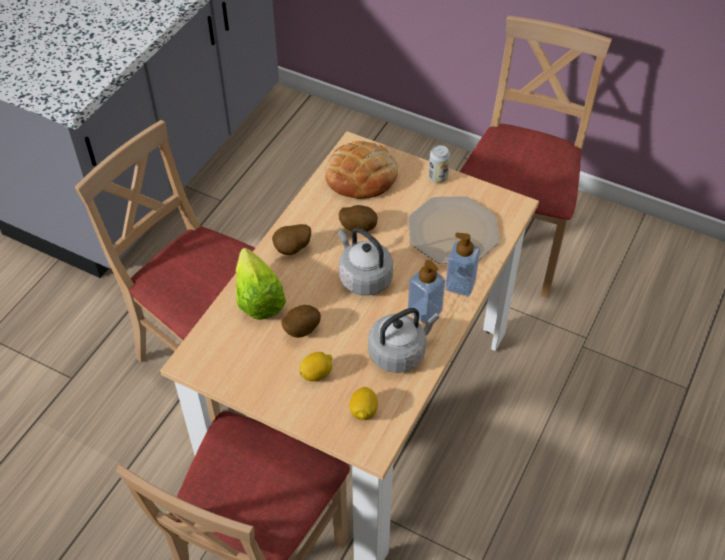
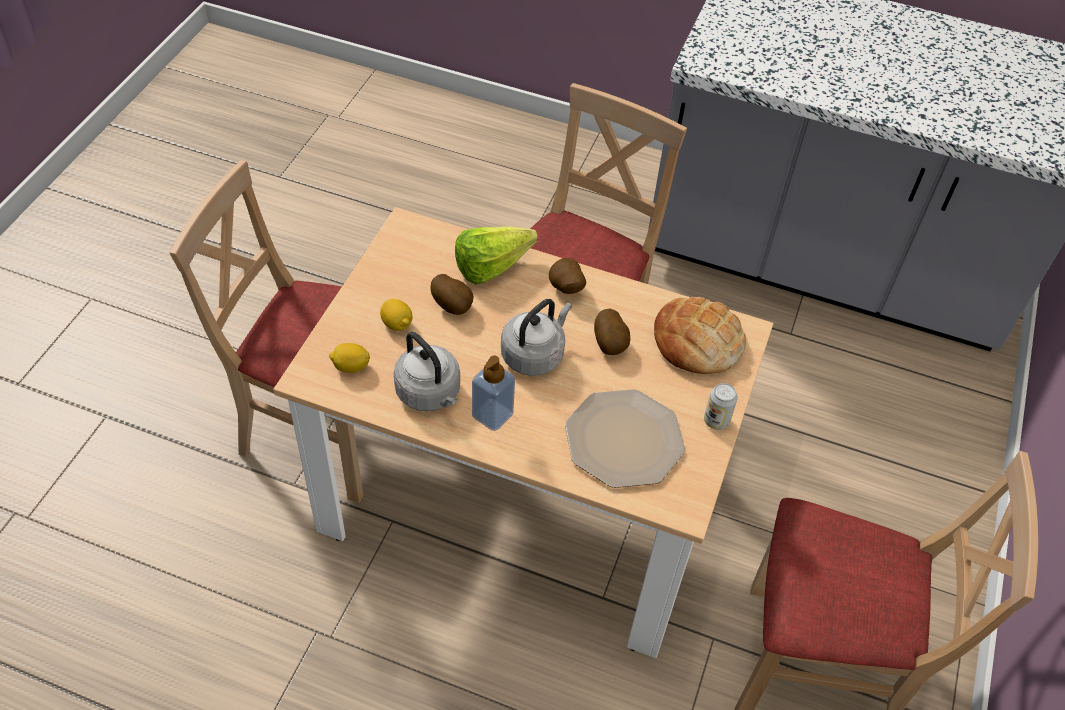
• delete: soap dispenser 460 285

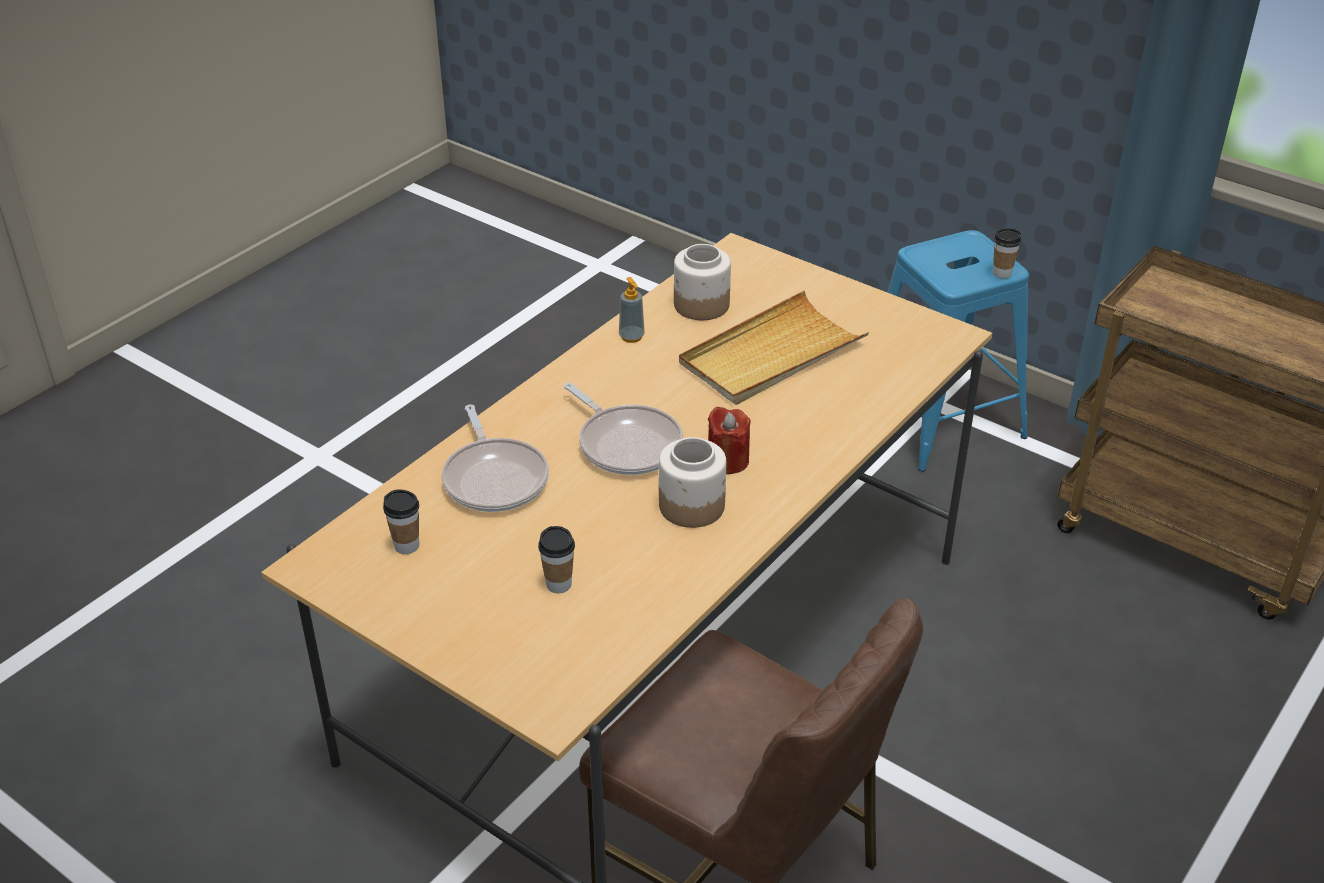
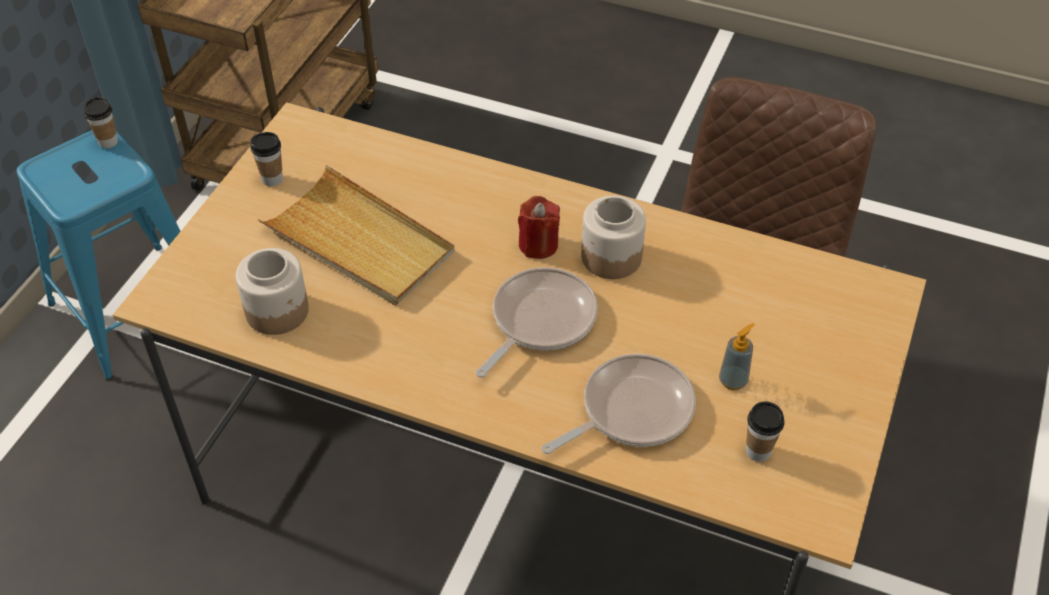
• move: cup 558 584 to 272 179
• move: soap dispenser 631 337 to 733 380

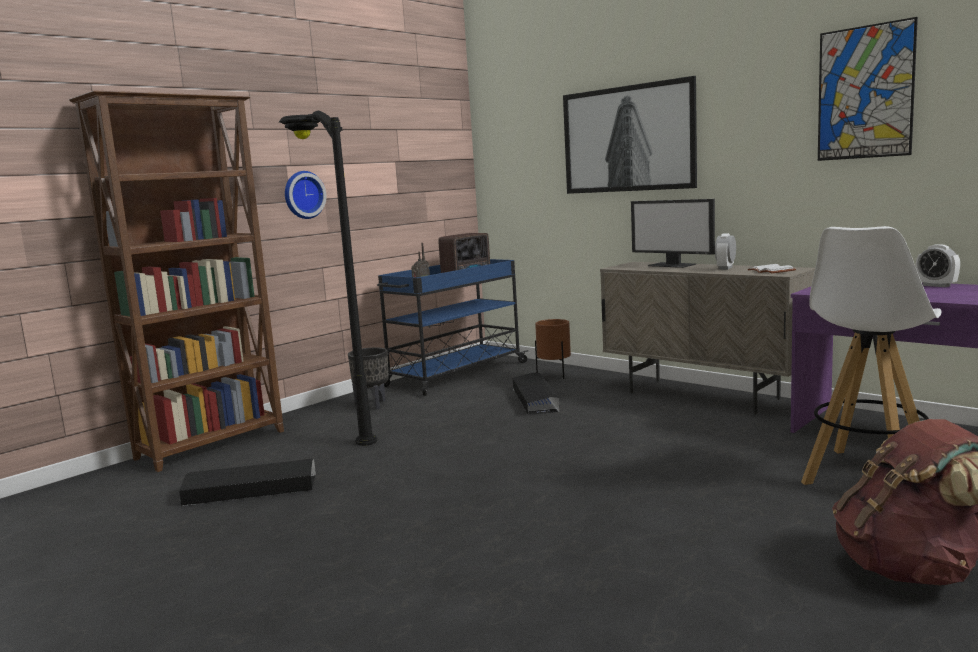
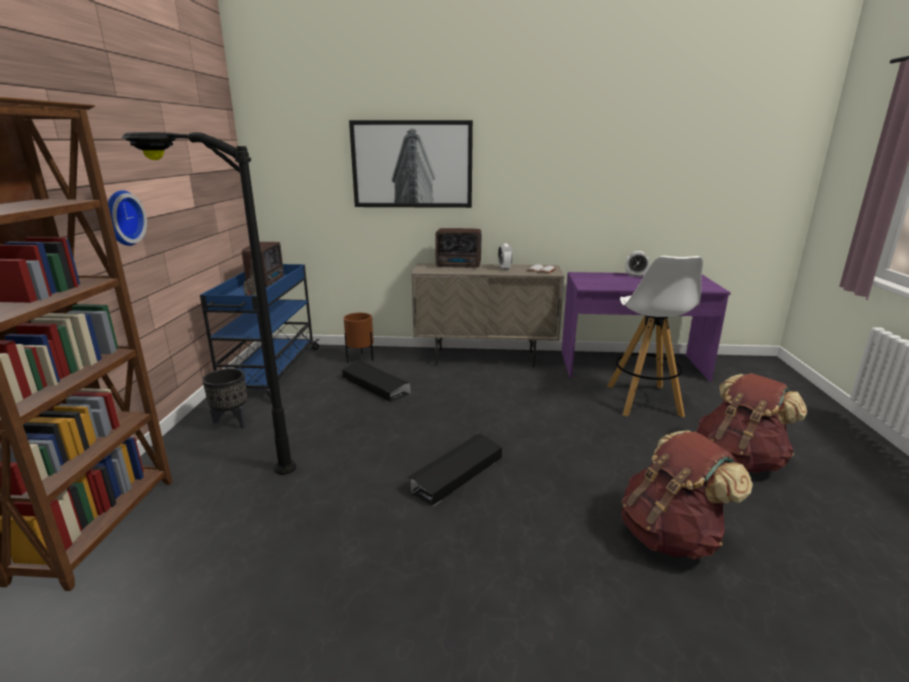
• move: storage box (black) 250 490 to 456 474
• replace: monitor 673 265 to radio 459 266
• insert: backpack (brown) 671 536
• delete: picture 865 92

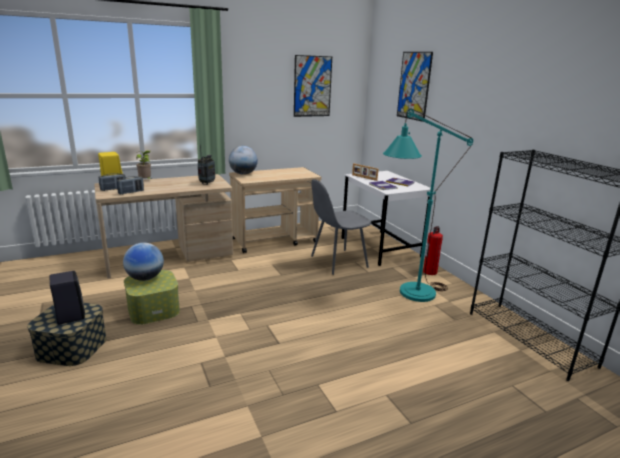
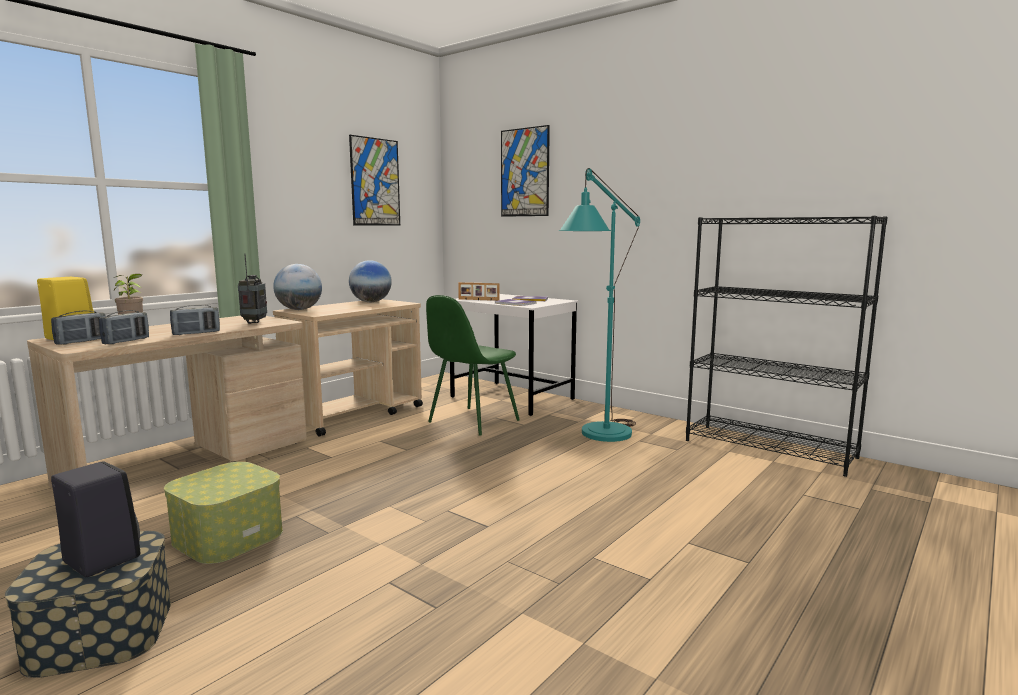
• insert: radio 196 333
• move: globe 145 278 to 371 302
• recolor: chair (grey) 337 262 to chair (green) 472 422
• delete: fire extinguisher 430 271

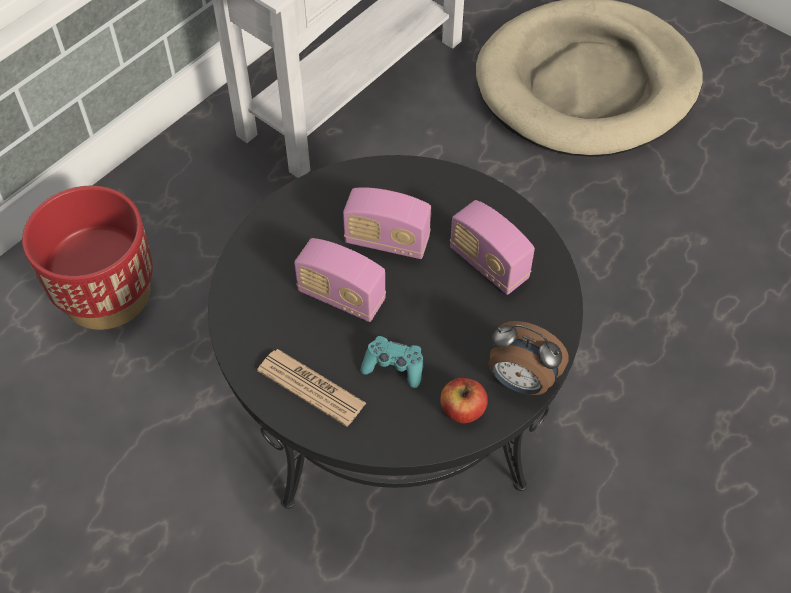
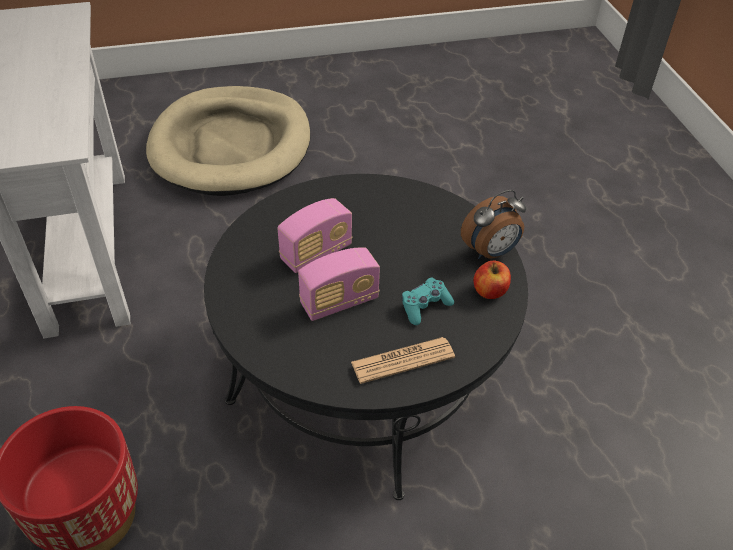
• delete: radio 488 264

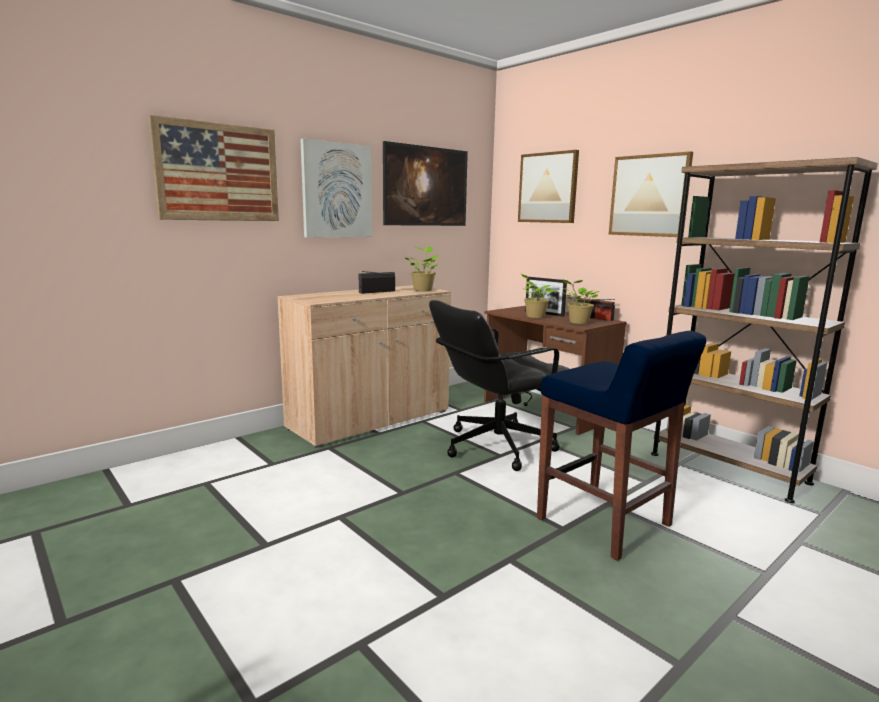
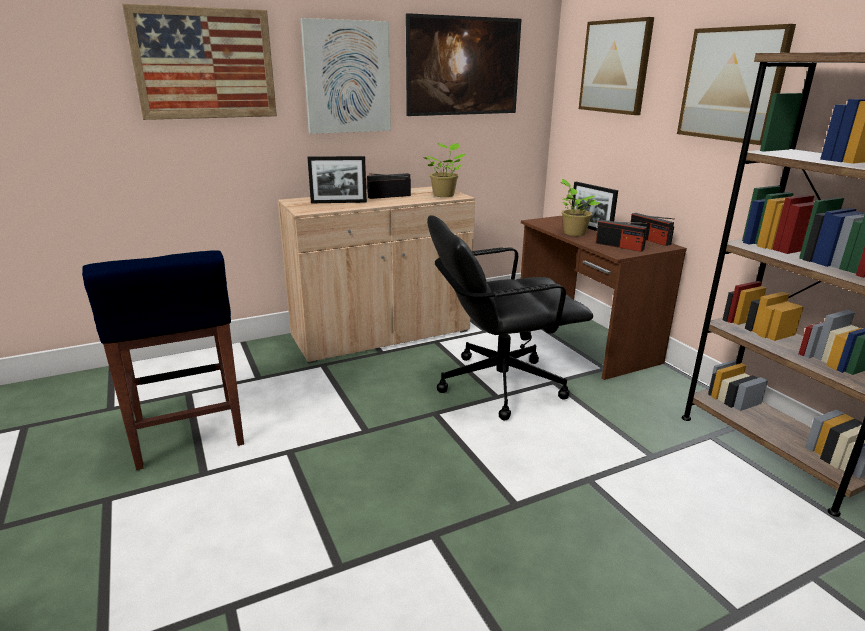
• move: stool (blue) 605 523 to 188 433
• insert: picture frame 339 202
• replace: potted plant 577 322 to radio 619 246

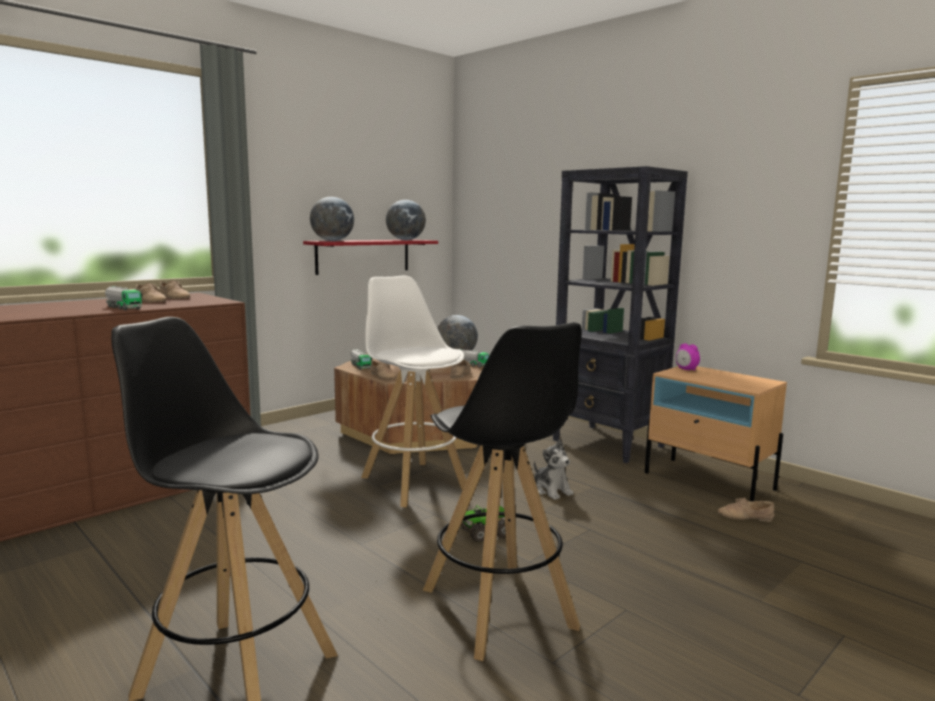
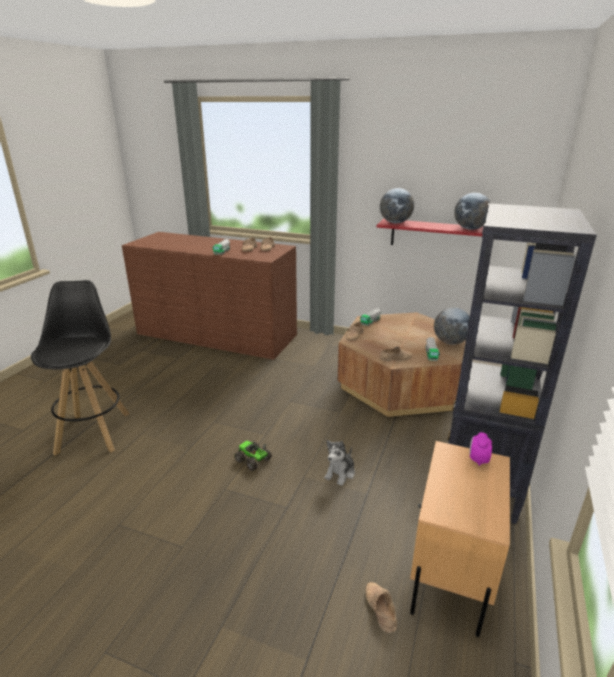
• delete: stool (white) 413 482
• delete: stool (black) 499 609

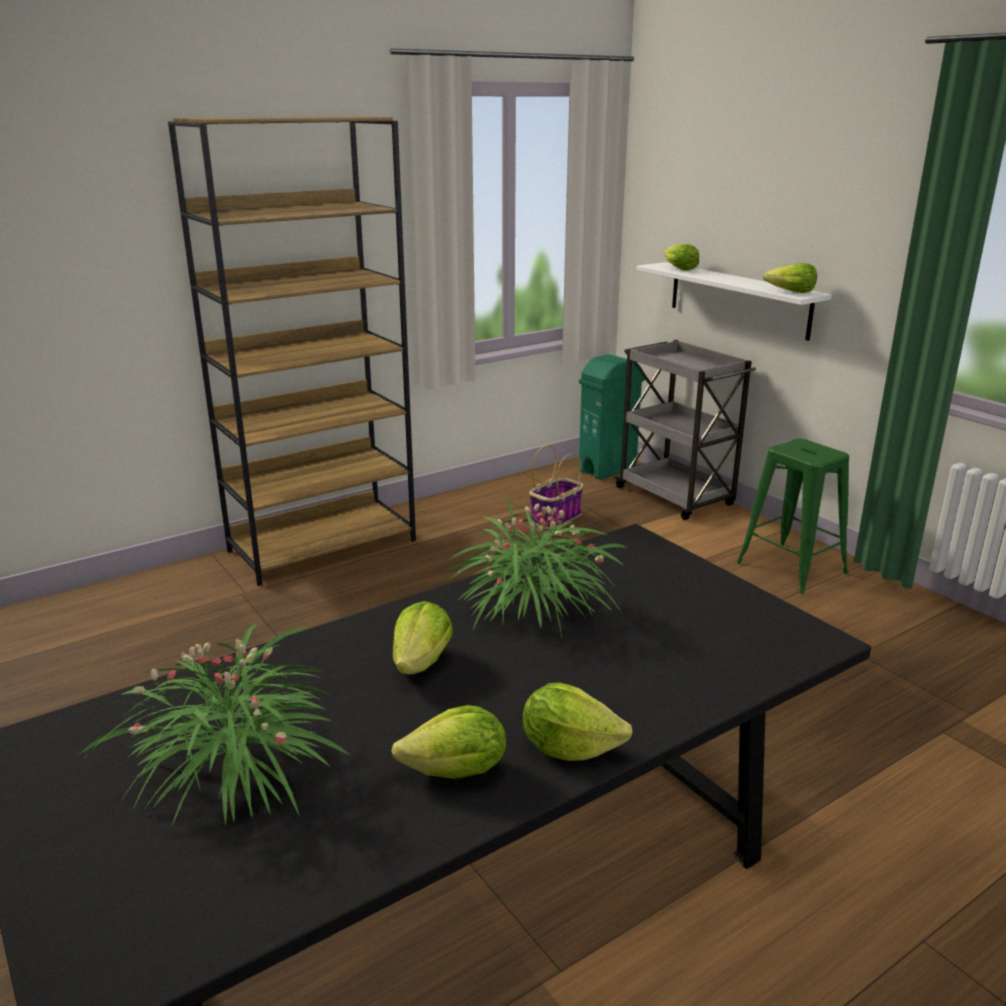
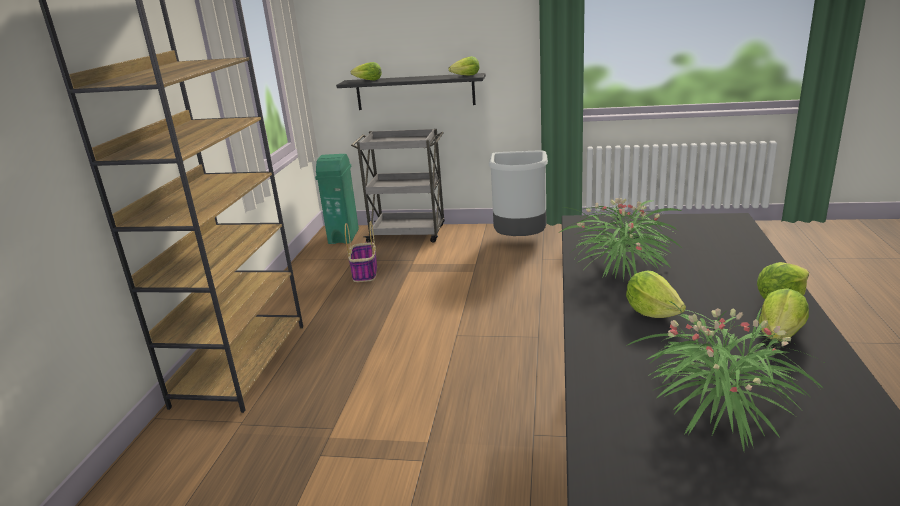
• recolor: shelf (white) 738 299 to shelf (black) 415 92
• replace: stool (green) 790 567 to trash can (grey) 520 240

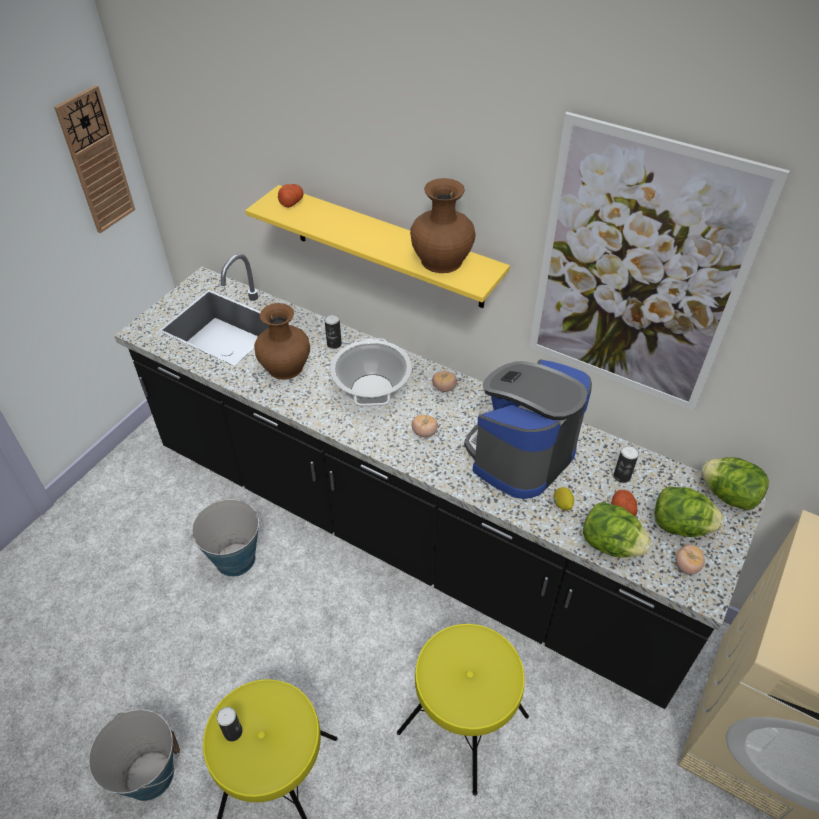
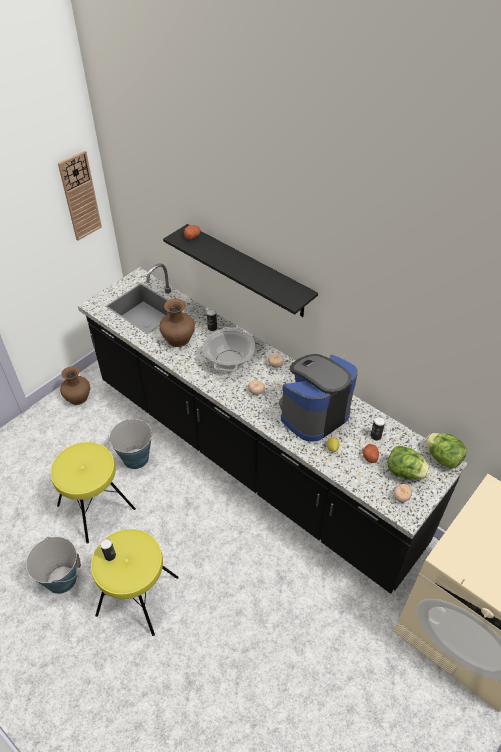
• move: stool (yellow) 463 723 to 96 506
• move: vase (brown) 440 260 to 77 397
• recolor: shelf (yellow) 387 247 to shelf (black) 248 271
• delete: picture 637 273
• delete: lettuce 610 544

